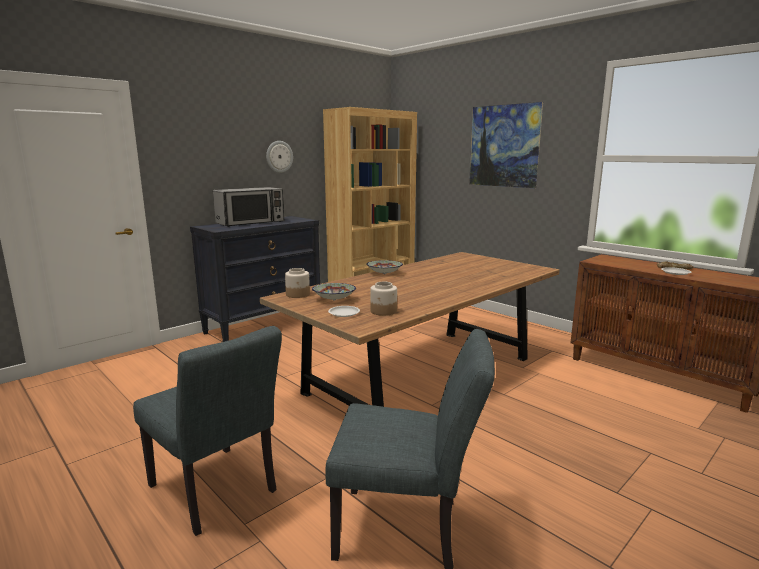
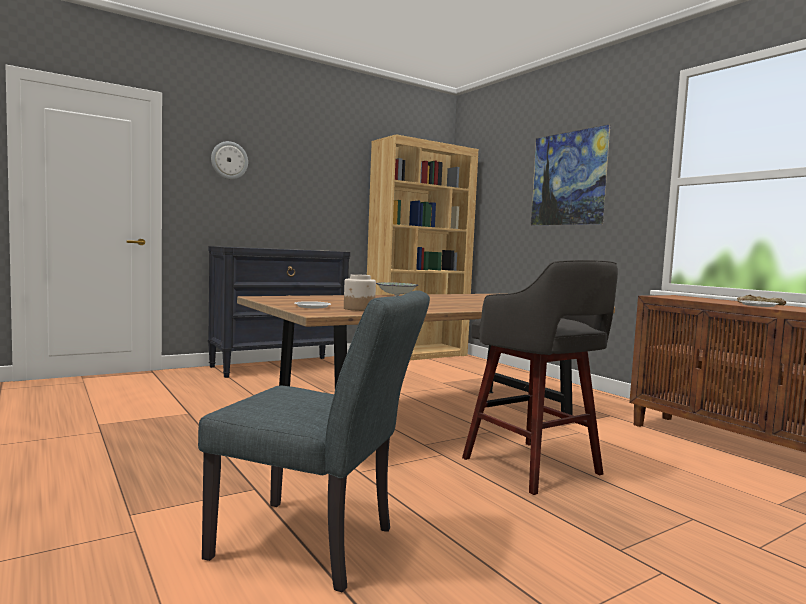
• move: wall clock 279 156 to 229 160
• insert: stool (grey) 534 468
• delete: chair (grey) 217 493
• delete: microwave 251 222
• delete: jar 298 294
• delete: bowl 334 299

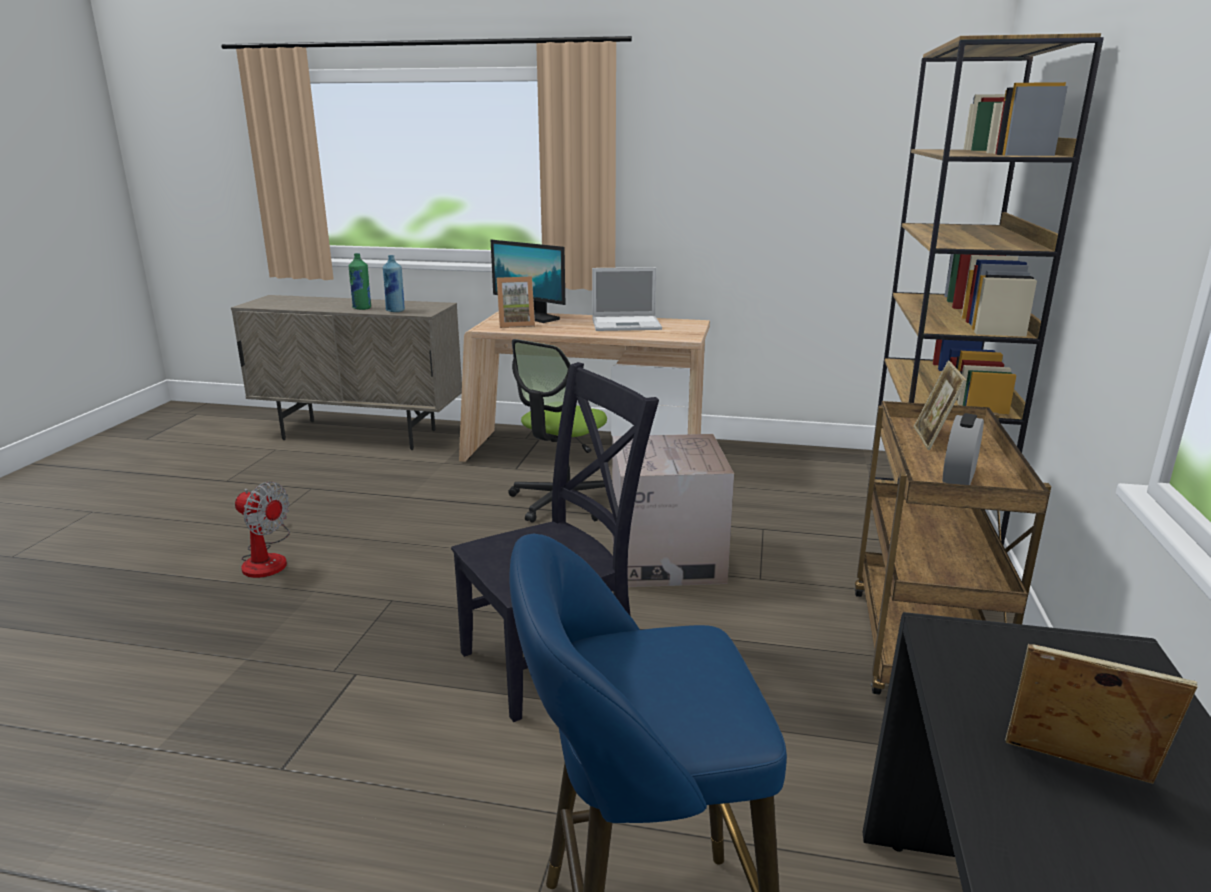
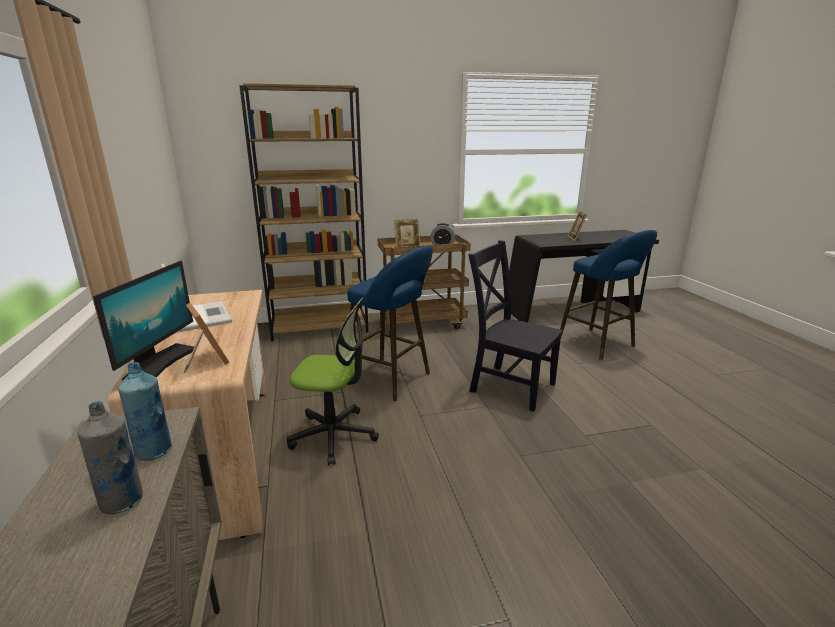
• recolor: bottle (green) 362 308 to bottle (grey) 122 502
• replace: cardboard box 666 559 to stool (blue) 392 380
• delete: fan 267 559

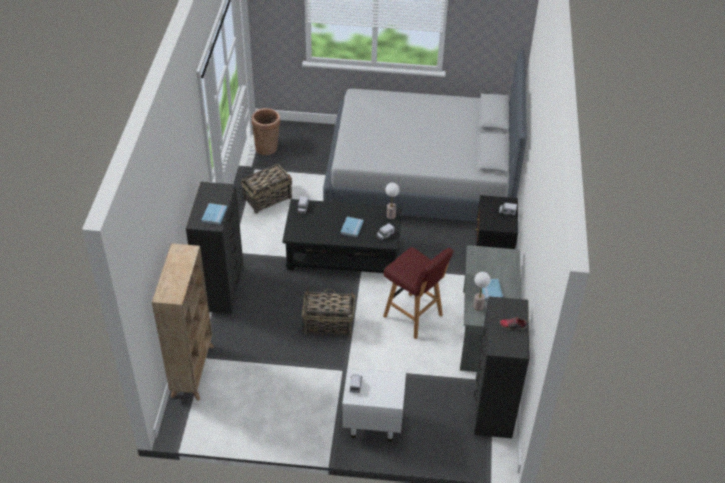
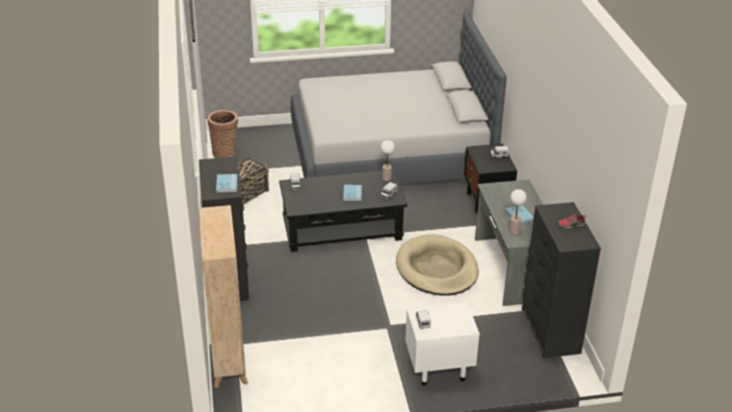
• replace: stool (red) 414 317 to dog bed (beige) 437 269
• delete: basket 328 323

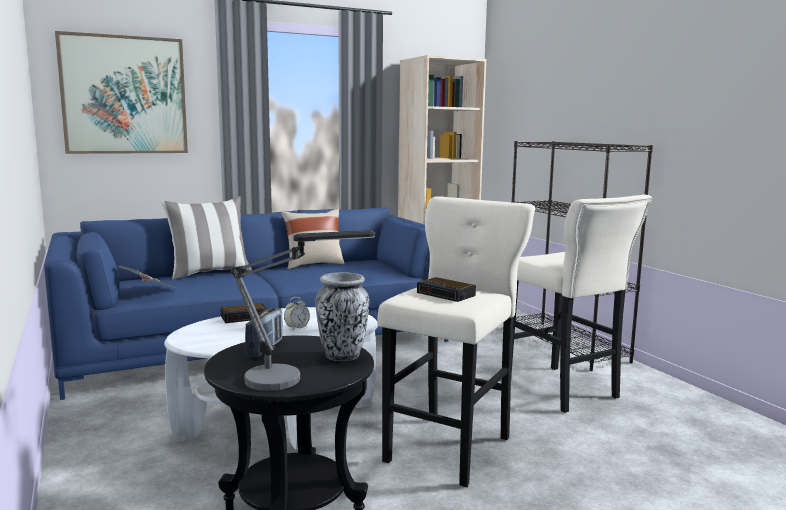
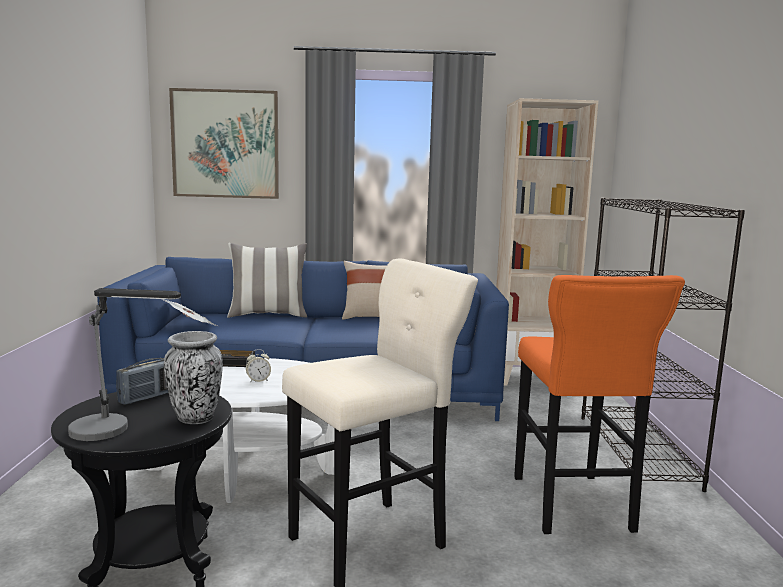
• recolor: stool (beige) 563 391 to stool (orange) 573 507
• delete: alarm clock 447 294

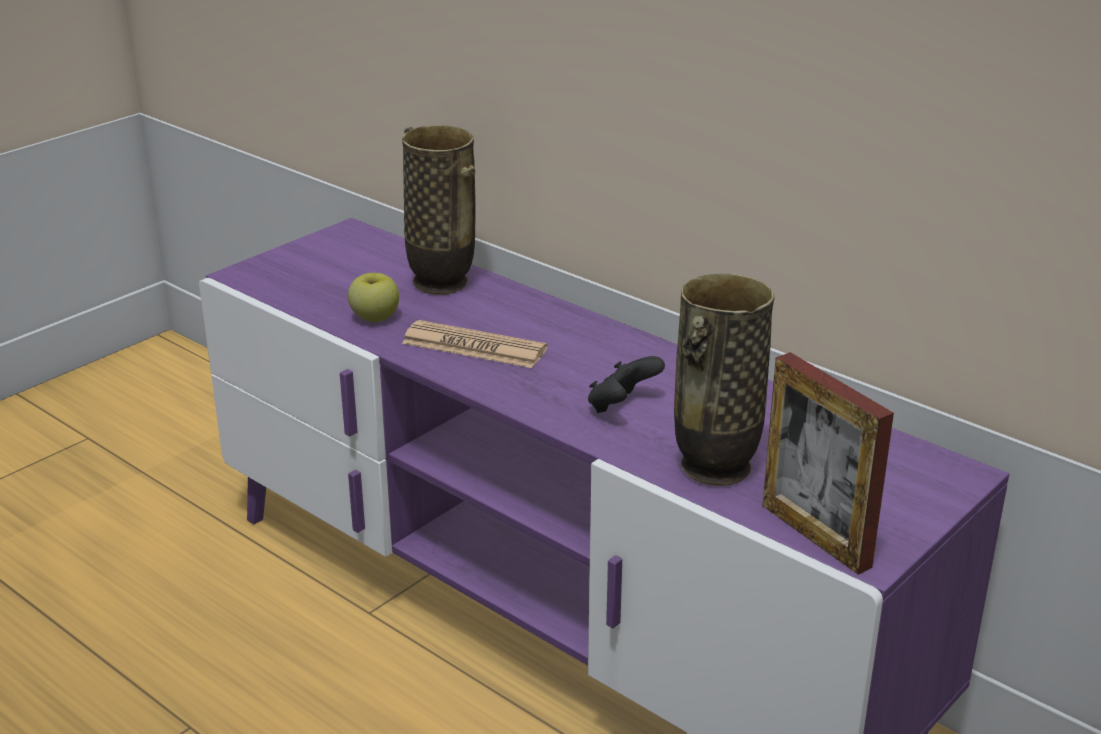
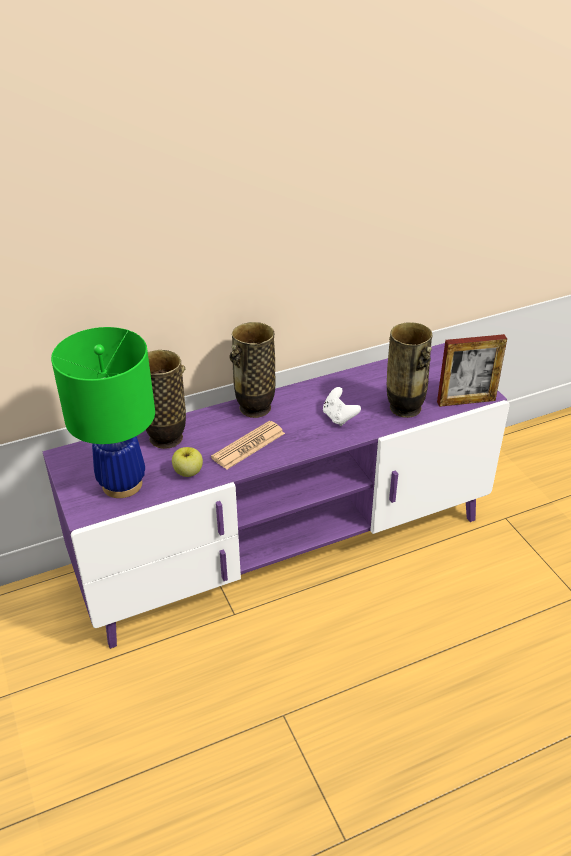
• insert: table lamp (green) 122 484
• insert: vase 254 408
• recolor: game controller (black) 622 407 to game controller (white) 339 417

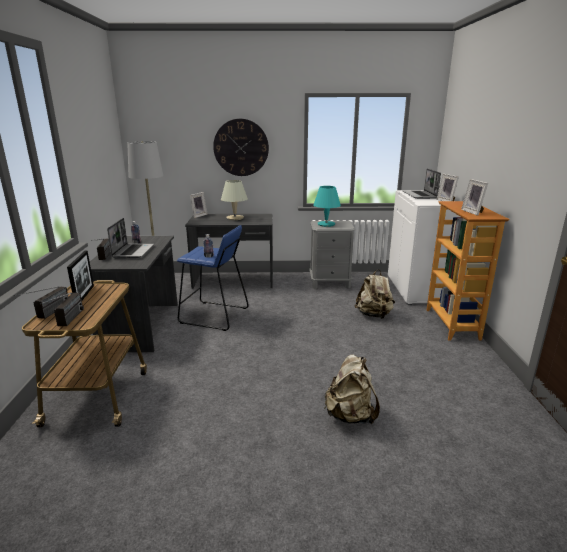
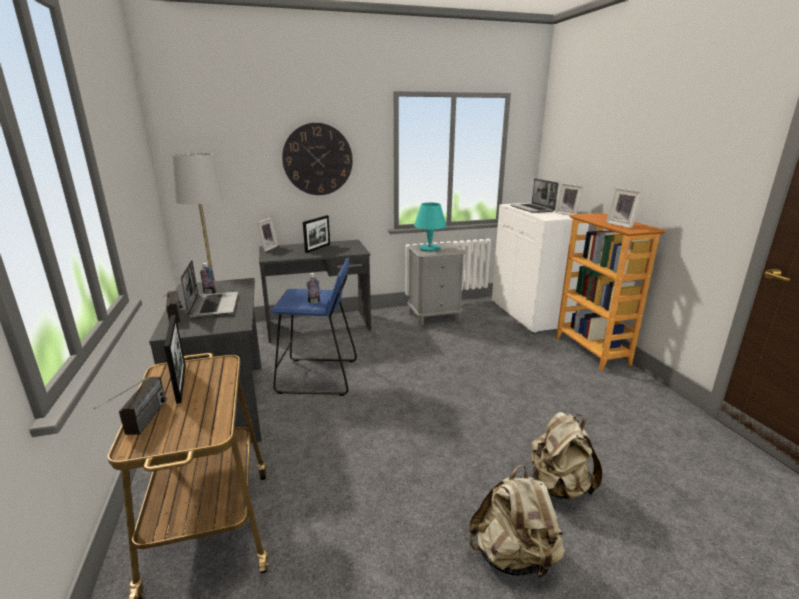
• replace: table lamp (beige) 235 218 to picture frame 318 248
• move: backpack (beige) 374 315 to 513 557
• delete: radio 67 322

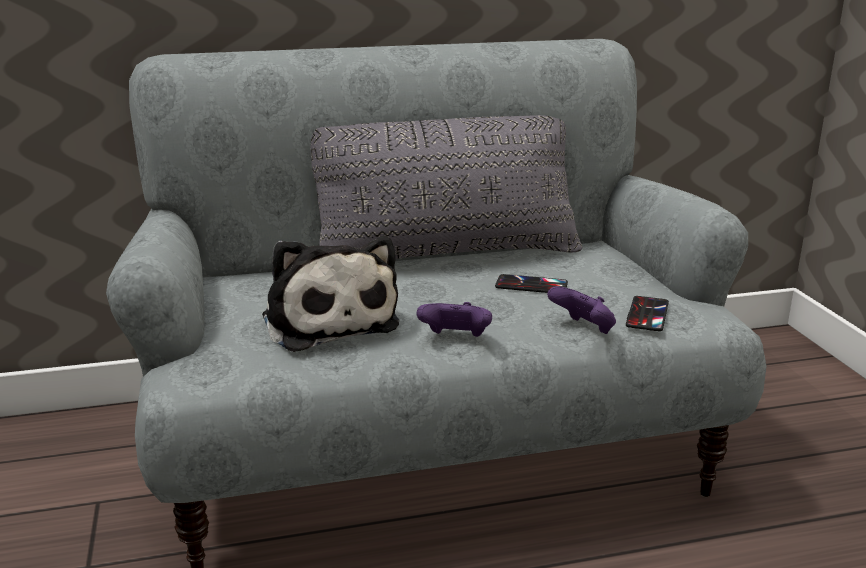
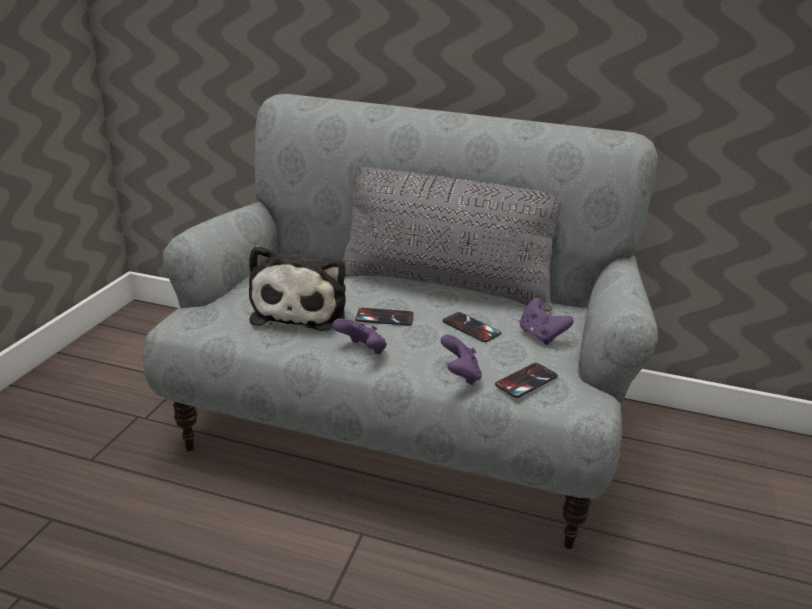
• insert: phone 384 317
• insert: game controller (purple) 541 336

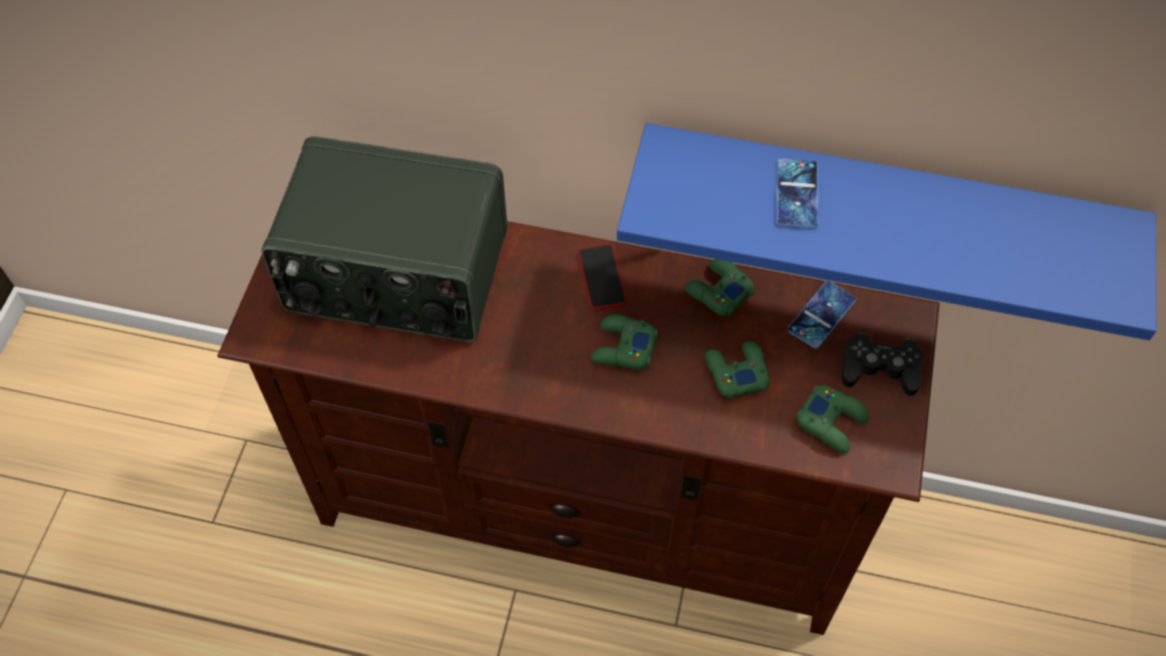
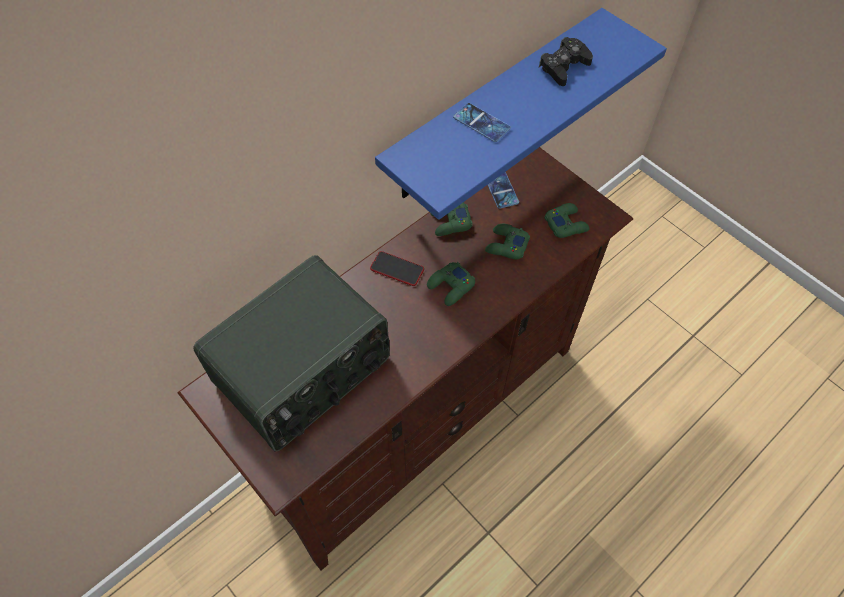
• move: game controller (black) 879 369 to 564 67

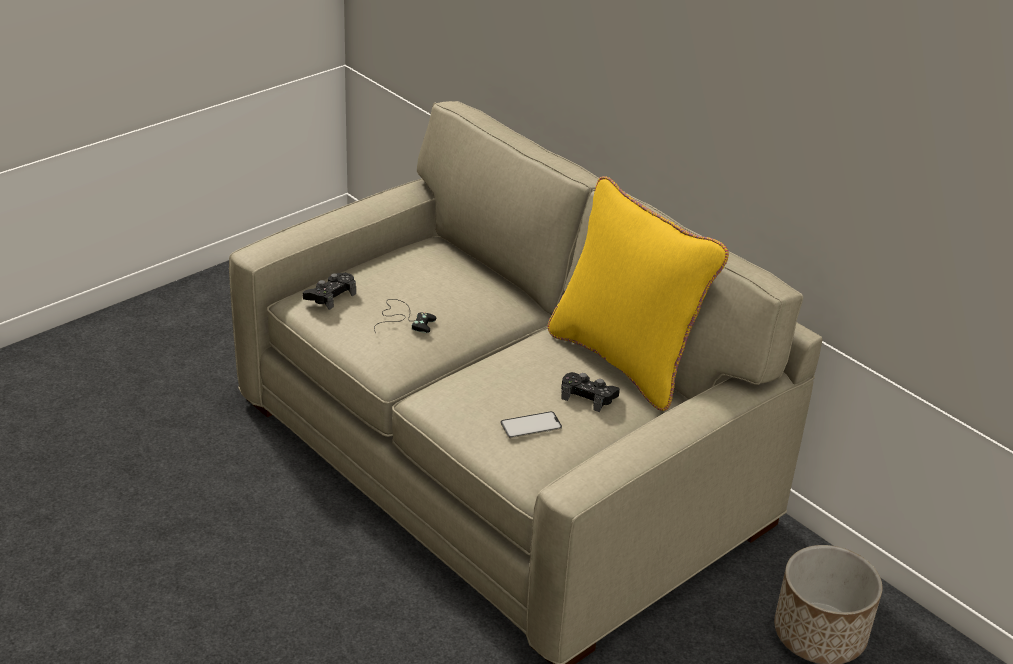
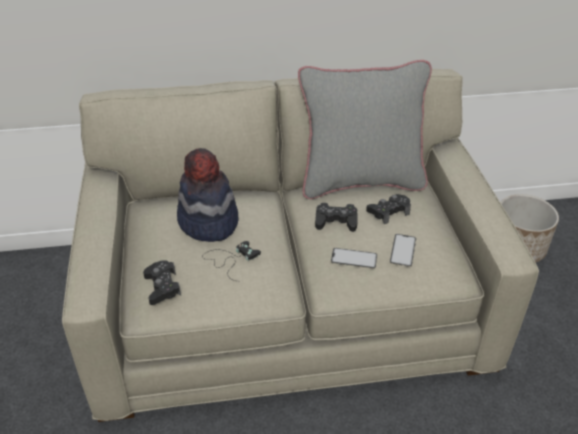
• insert: hat 208 222
• recolor: pillow (yellow) 624 360 to pillow (grey) 360 181
• insert: game controller (black) 336 221
• insert: phone 354 258

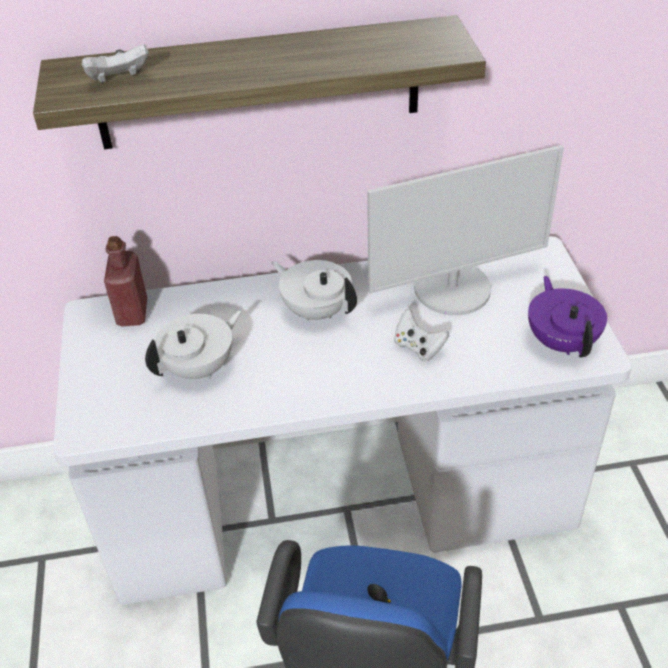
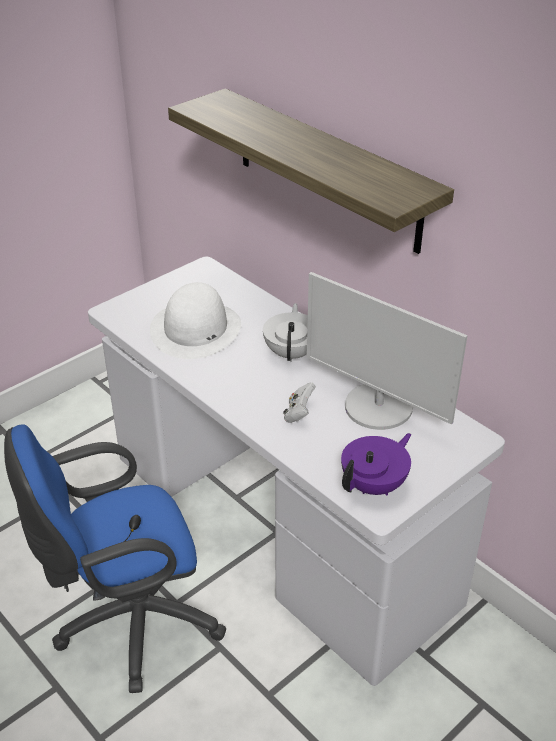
• replace: teapot (white) 200 368 to hat (white) 196 329
• delete: game controller (white) 118 79
• delete: bottle (red) 132 313

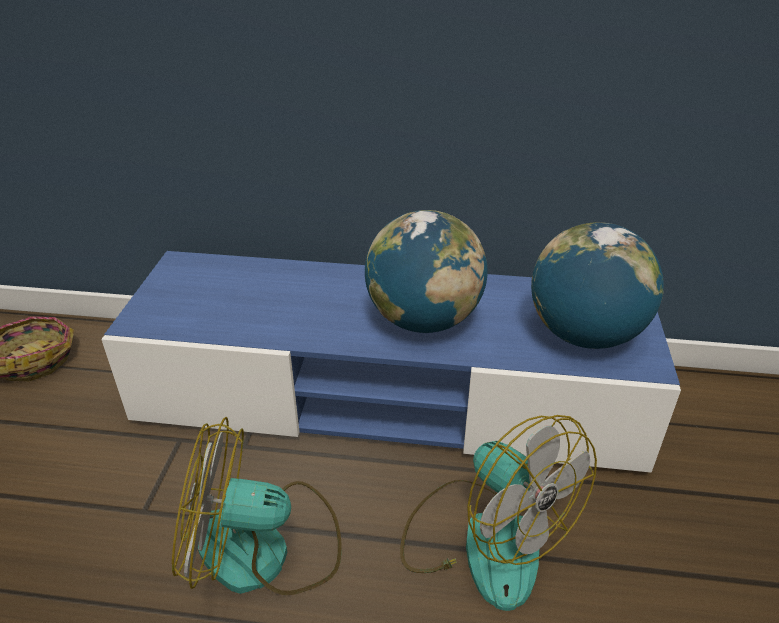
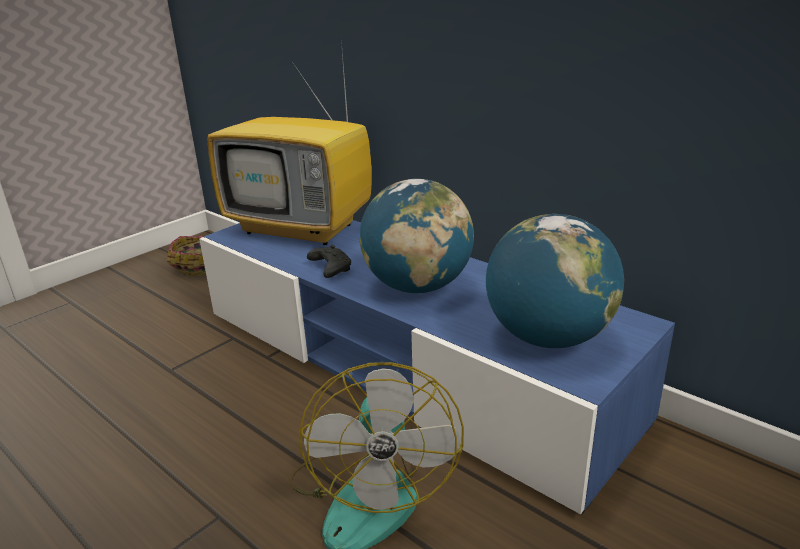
• insert: television 303 228
• insert: game controller (black) 330 268
• delete: fan 265 550

